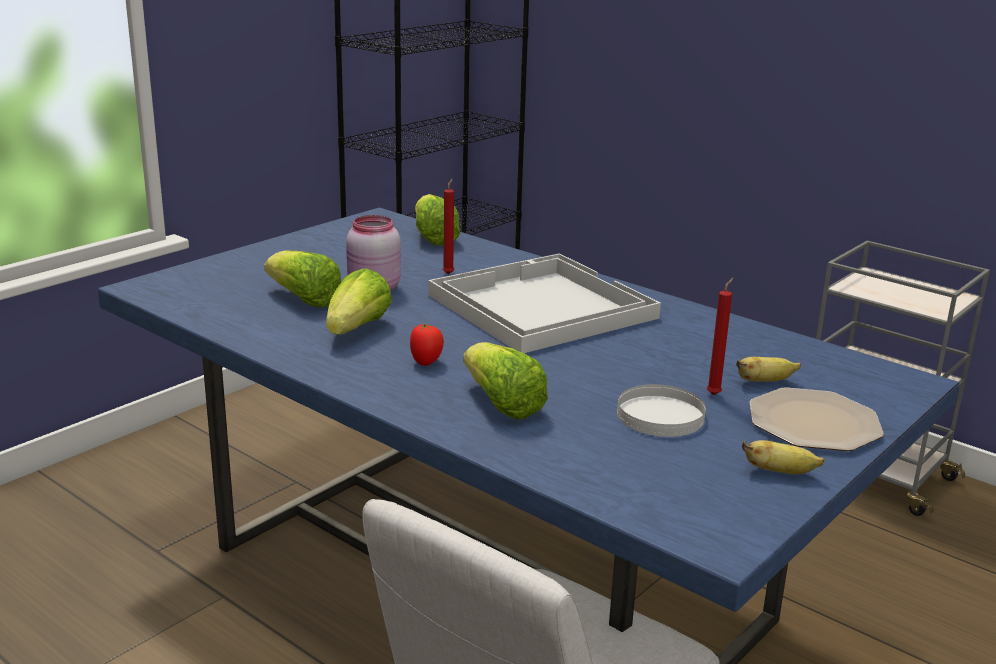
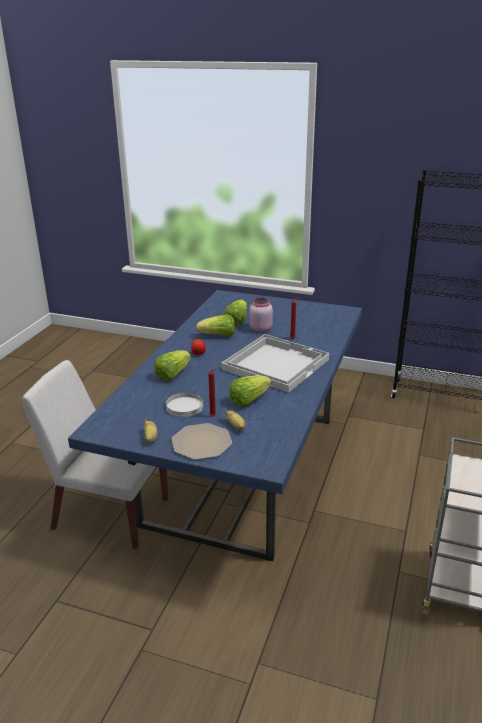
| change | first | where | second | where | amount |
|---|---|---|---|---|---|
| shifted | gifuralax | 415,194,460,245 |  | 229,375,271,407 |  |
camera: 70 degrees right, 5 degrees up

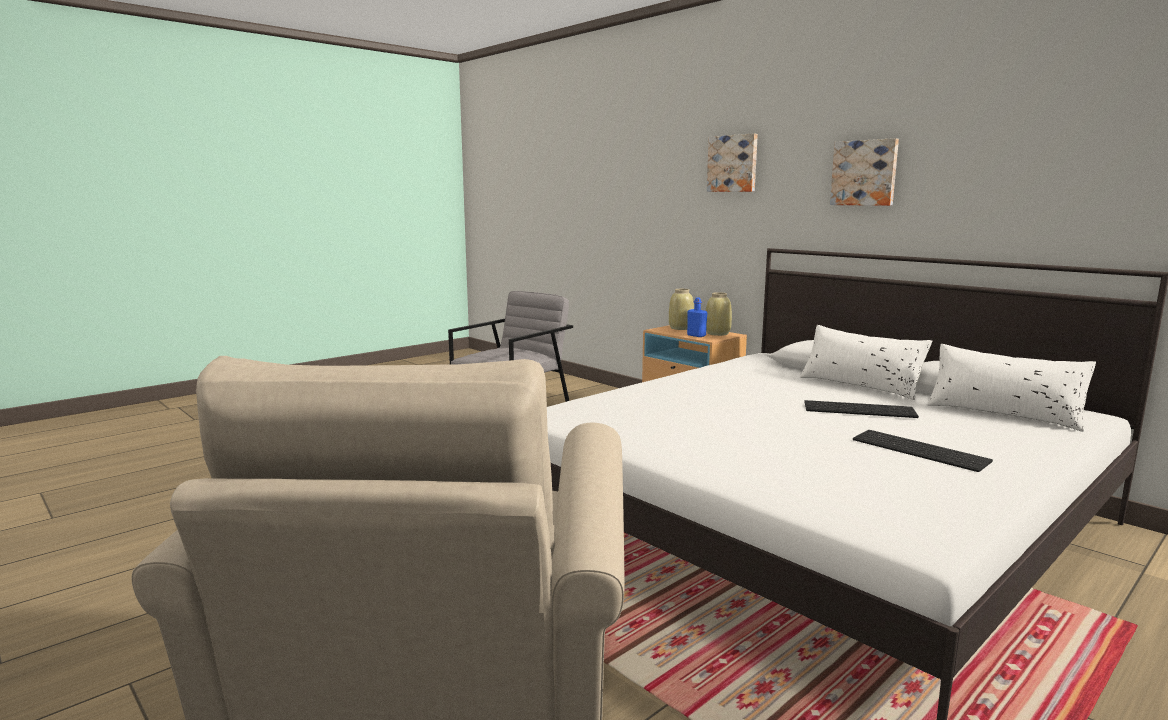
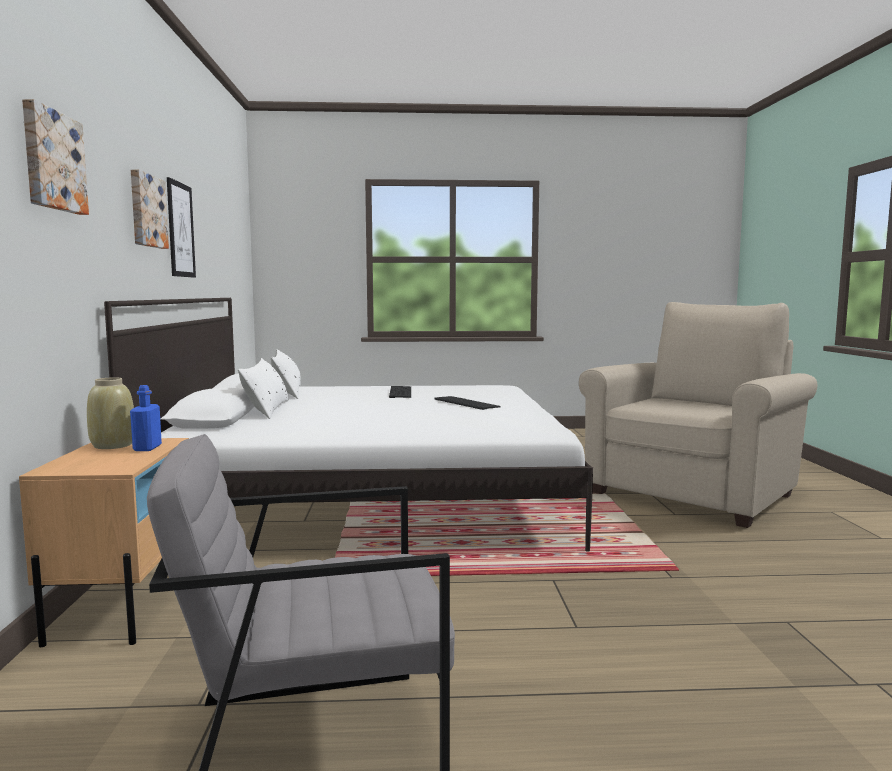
| change | first | where | second | where | amount |
|---|---|---|---|---|---|
| gone | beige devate | 669,289,694,330 |  |  |  |
| shifted | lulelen | 804,400,919,418 |  | 435,396,501,410 |  |
| new |  |  | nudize | 167,177,196,278 |  |
camera: 140 degrees left, 5 degrees down

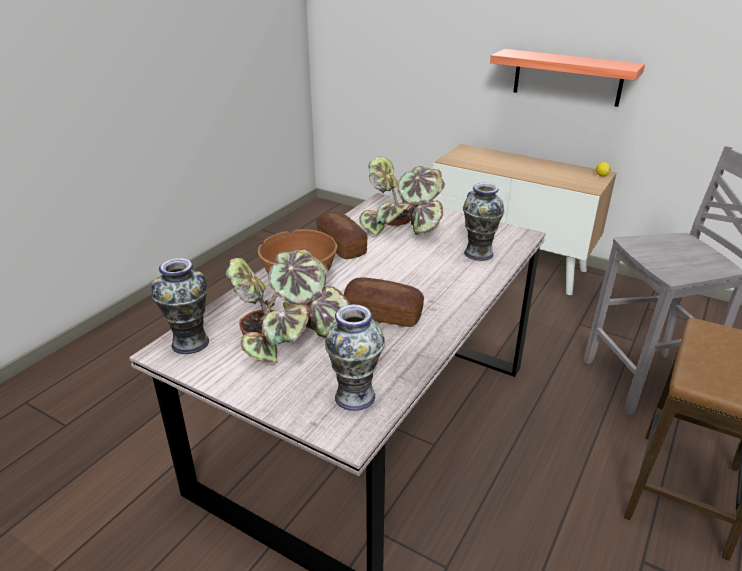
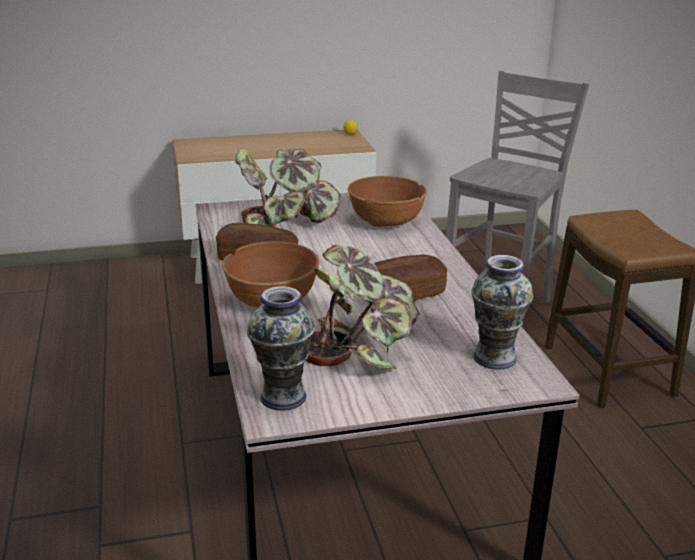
| change | first | where | second | where | amount |
|---|---|---|---|---|---|
| swapped | devate | 463,183,504,261 | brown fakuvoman | 348,176,427,227 |  |
| gone | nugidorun | 490,49,645,107 |  |  |  |
camera: 45 degrees left, 5 degrees down

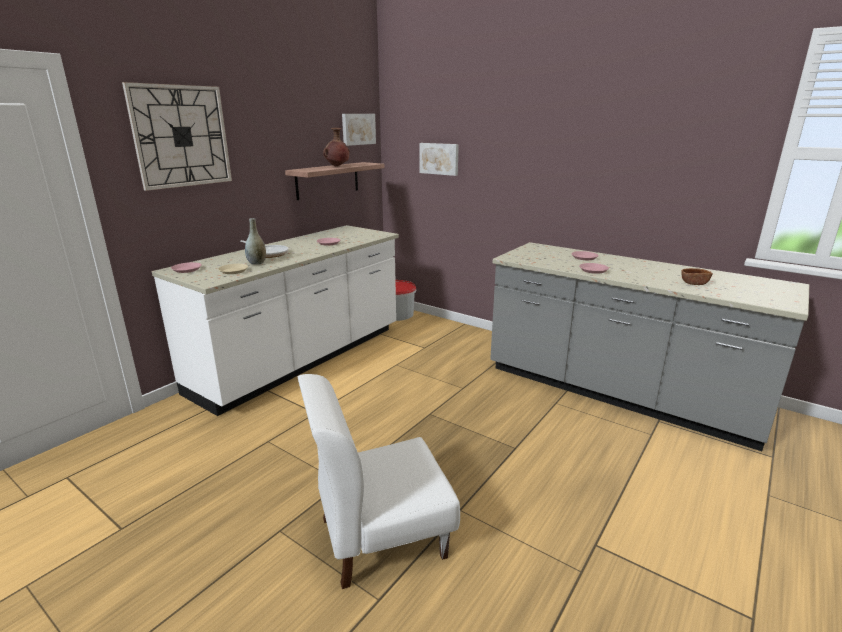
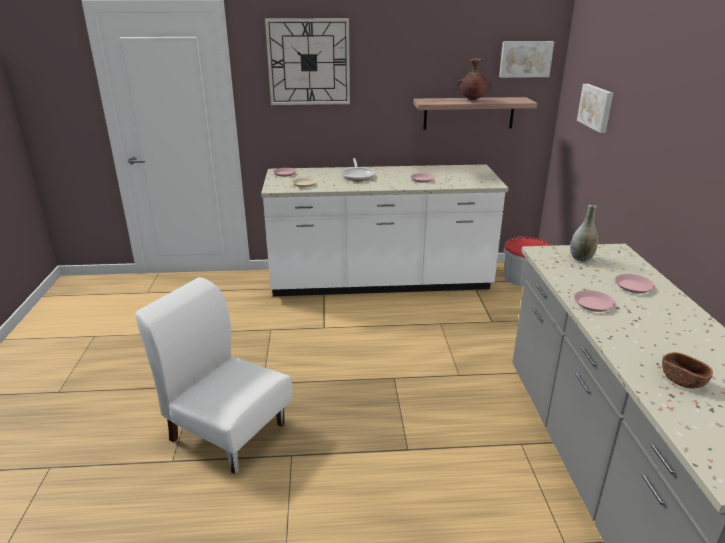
| change | first | where | second | where | amount |
|---|---|---|---|---|---|
| shifted | grey devate | 245,218,266,265 |  | 570,205,598,262 |  |
camera: 50 degrees right, 5 degrees up

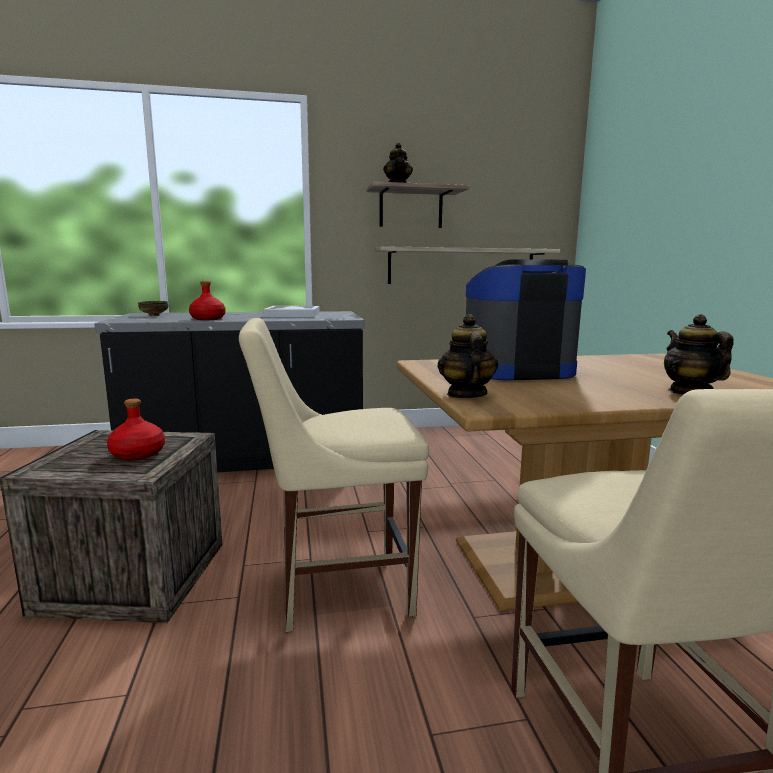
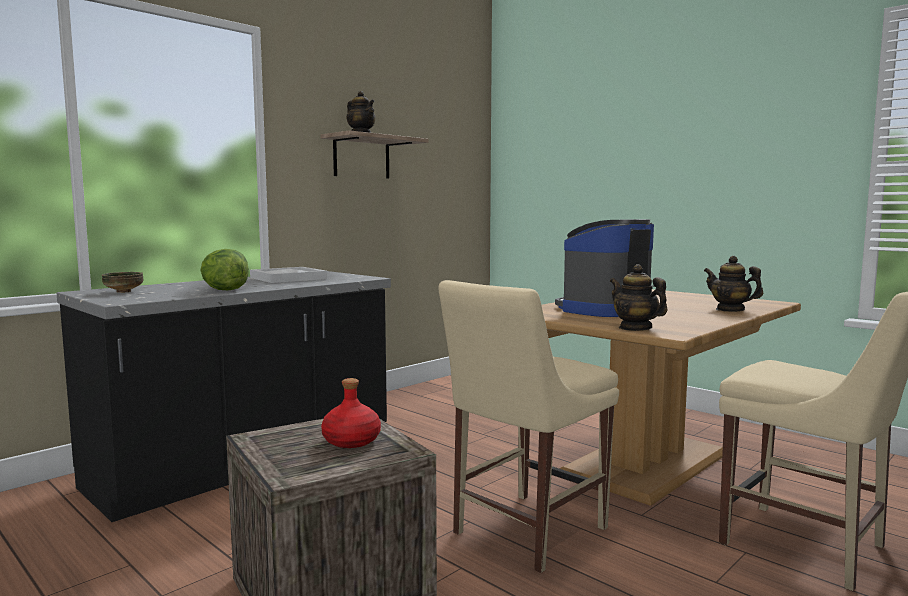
| change | first | where | second | where | amount |
|---|---|---|---|---|---|
| swapped | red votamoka | 189,281,225,320 | gifuralax | 201,249,249,290 |  |
| gone | nugidorun | 375,246,560,284 |  |  |  |
camera: 35 degrees left, 5 degrees down

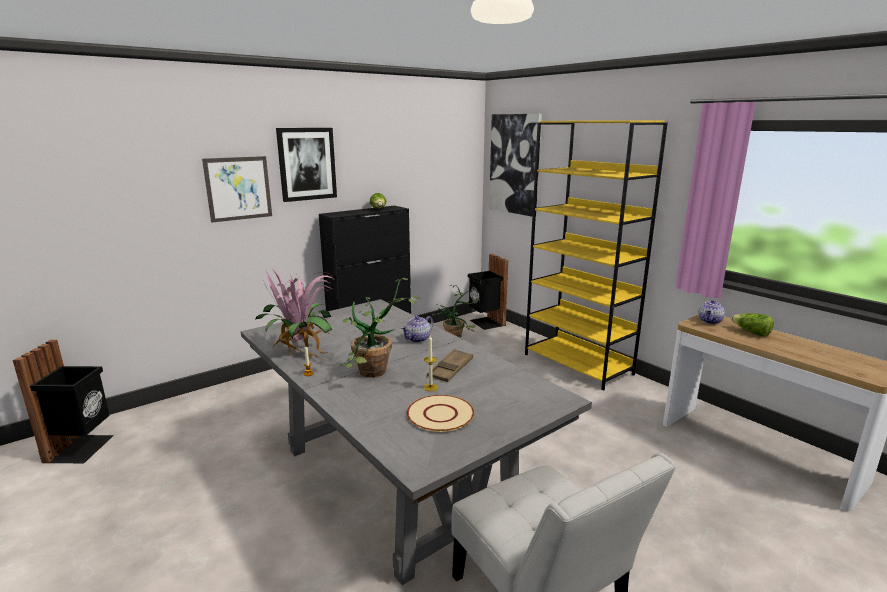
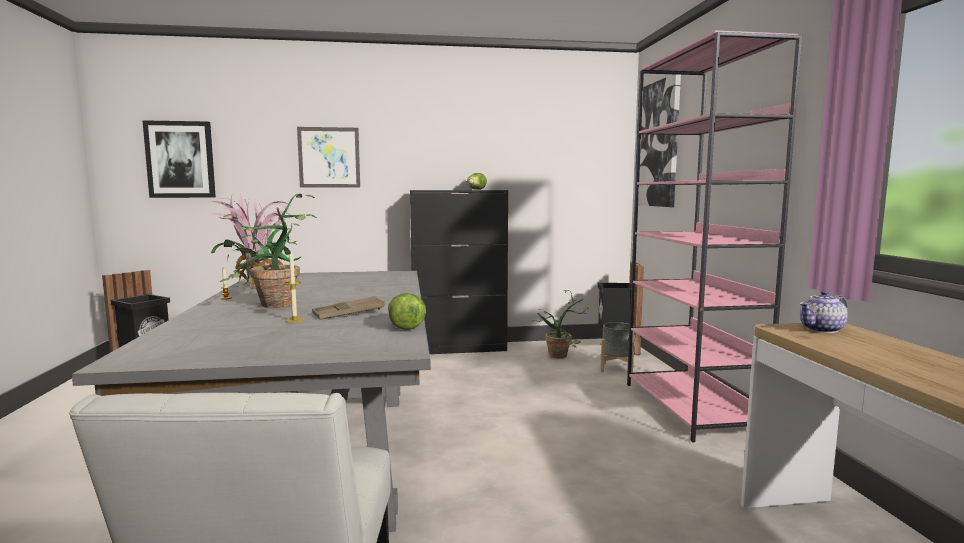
| change | first | where | second | where | amount |
|---|---|---|---|---|---|
| shifted | nudize | 276,128,337,202 |  | 143,120,216,198 |  |
| gone | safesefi | 401,316,433,343 |  |  |  |
| gone | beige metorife | 407,395,474,432 |  |  |  |
| repainted | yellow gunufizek | 525,120,668,391 | pink gunufizek | 627,30,802,442 |  |
| shifted | gifuralax | 731,313,774,337 |  | 388,293,426,330 |  |
| new |  |  | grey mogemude | 600,322,635,373 |  |
camera: 30 degrees right, 10 degrees down

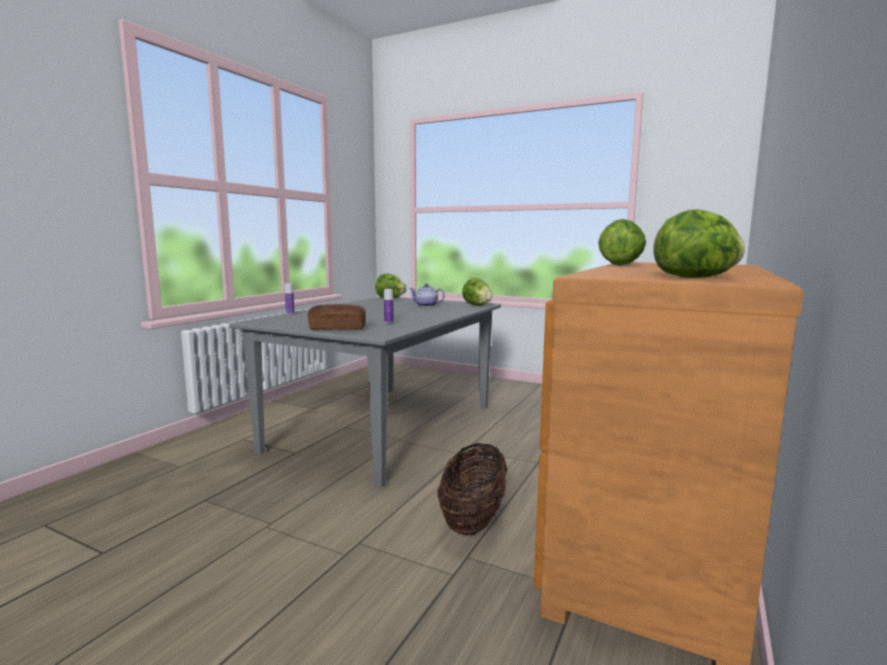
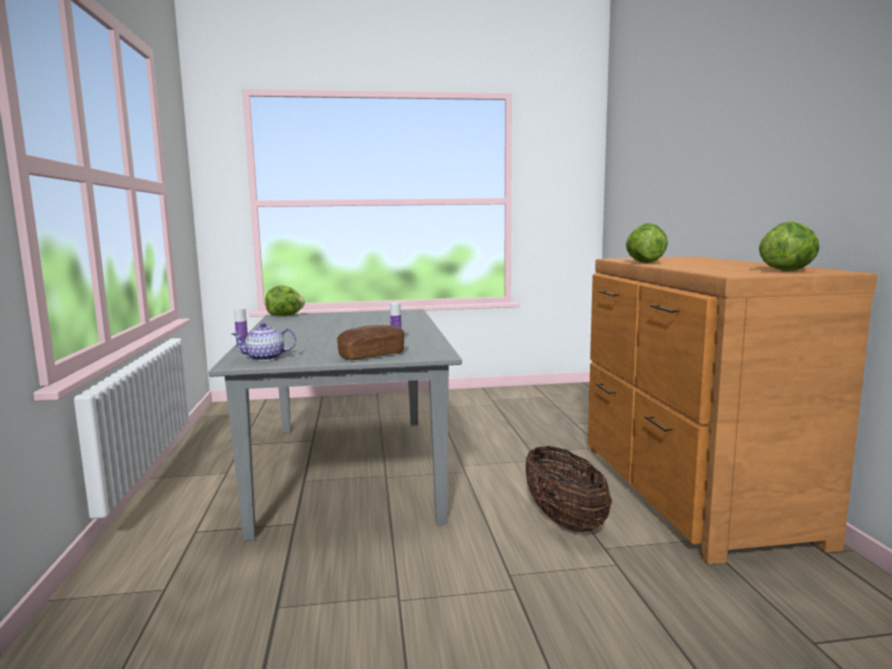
| change | first | where | second | where | amount |
|---|---|---|---|---|---|
| shifted | safesefi | 409,284,445,307 |  | 232,323,296,361 |  |
| gone | gifuralax | 462,278,493,306 |  |  |  |
camera: 35 degrees left, 0 degrees up

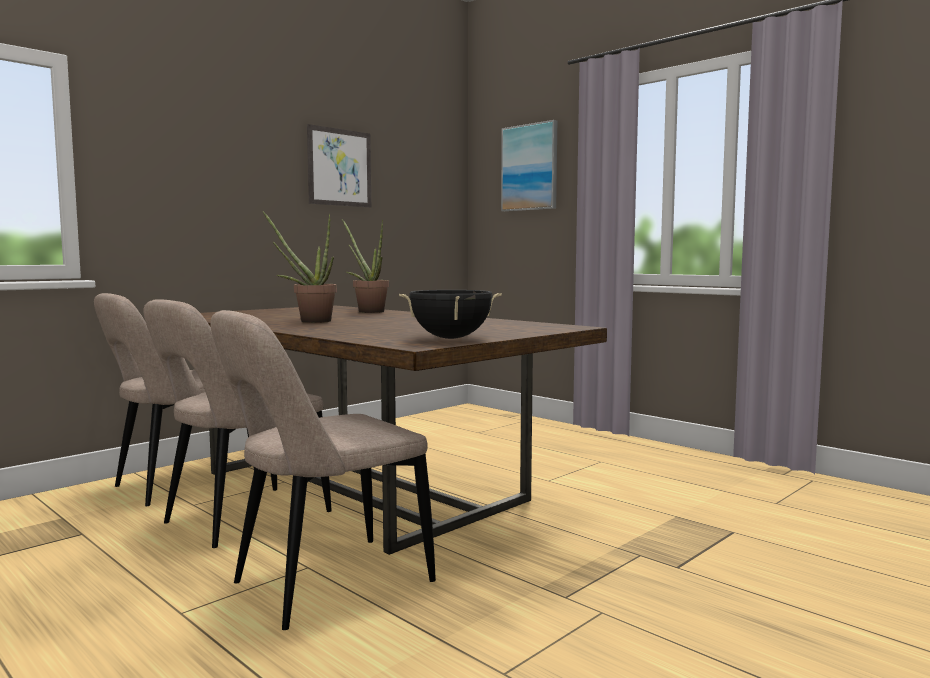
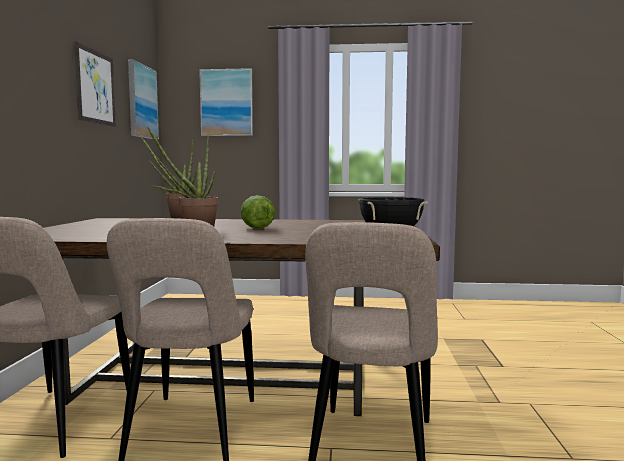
| change | first | where | second | where | amount |
|---|---|---|---|---|---|
| new |  |  | nudize | 128,59,159,139 |  |
| new |  |  | gifuralax | 241,195,275,229 |  |
camera: 40 degrees left, 0 degrees up

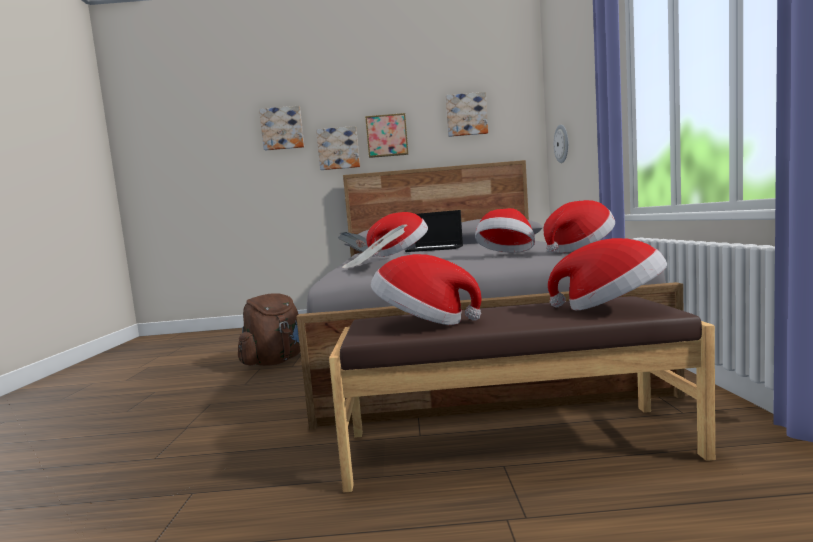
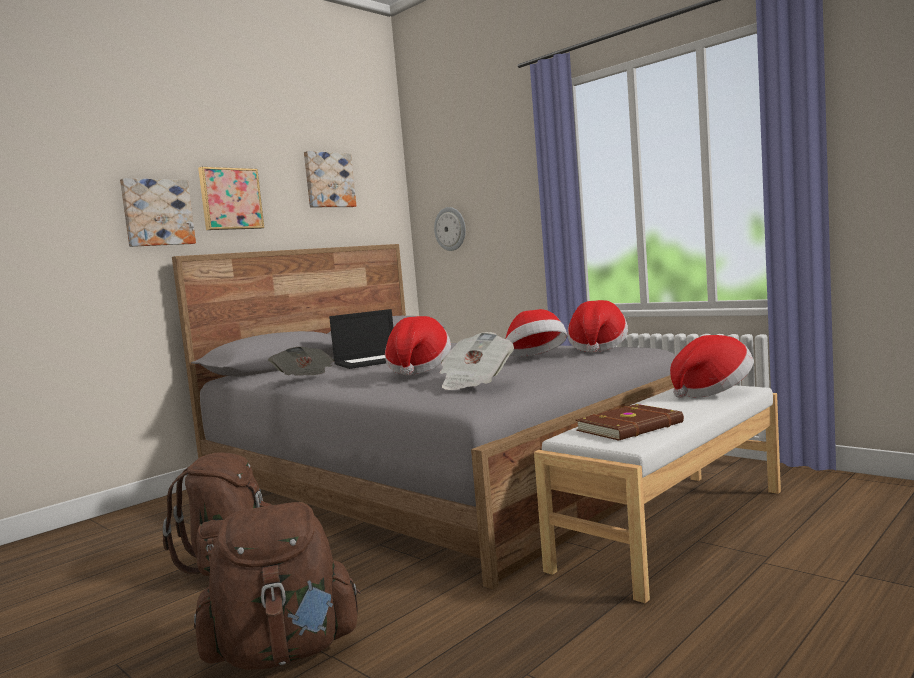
| change | first | where | second | where | amount |
|---|---|---|---|---|---|
| gone | nudize | 259,106,304,151 |  |  |  |
| repainted | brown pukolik | 329,296,715,493 | white pukolik | 534,385,781,603 |  |
| swapped | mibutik | 371,254,482,325 | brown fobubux | 576,404,684,441 |  |
| new |  |  | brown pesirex | 194,502,361,670 |  |
camera: 45 degrees left, 0 degrees up

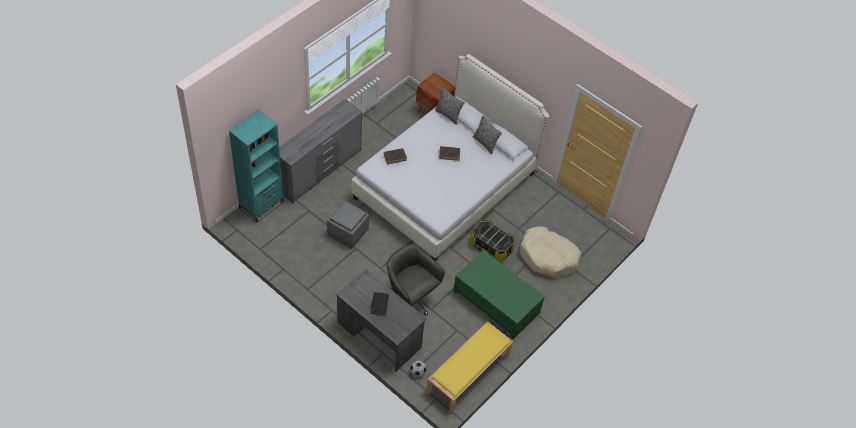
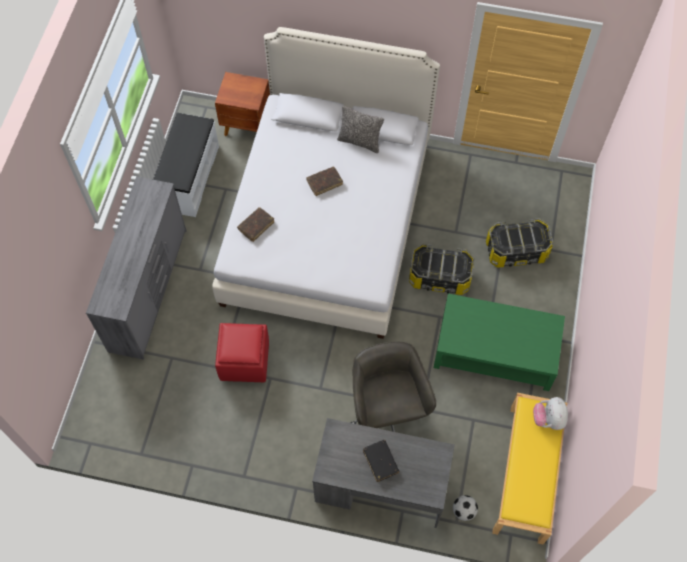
| change | first | where | second | where | amount |
|---|---|---|---|---|---|
| gone | turquoise gunufizek | 229,110,284,223 |  |  |  |
| repainted | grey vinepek | 327,201,369,249 | red vinepek | 215,323,269,382 |  |
| rotated | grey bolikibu | 386,244,445,316 |  | 350,341,436,432 | 60 degrees clockwise |
| gone | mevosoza | 435,88,465,125 |  |  |  |
| swapped | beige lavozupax | 520,226,581,278 | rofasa | 486,218,553,268 |  |
| new |  |  | white pukolik | 153,113,219,217 |  |
| new |  |  | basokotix | 533,397,568,430 |  |
camera: 25 degrees left, 10 degrees up

